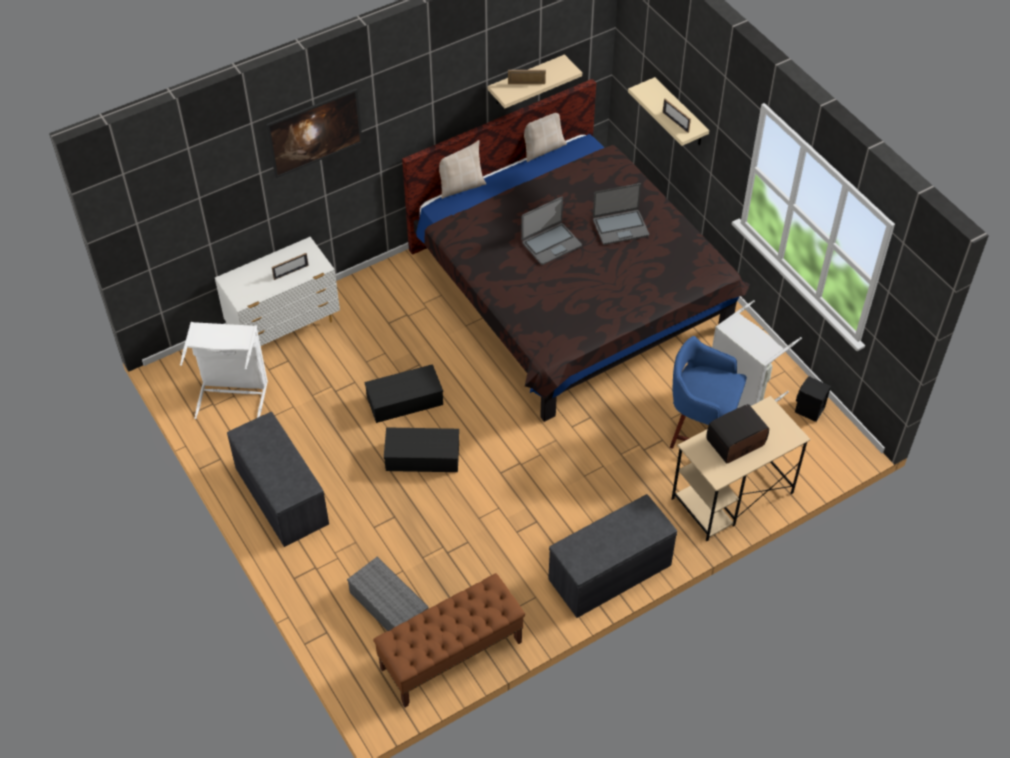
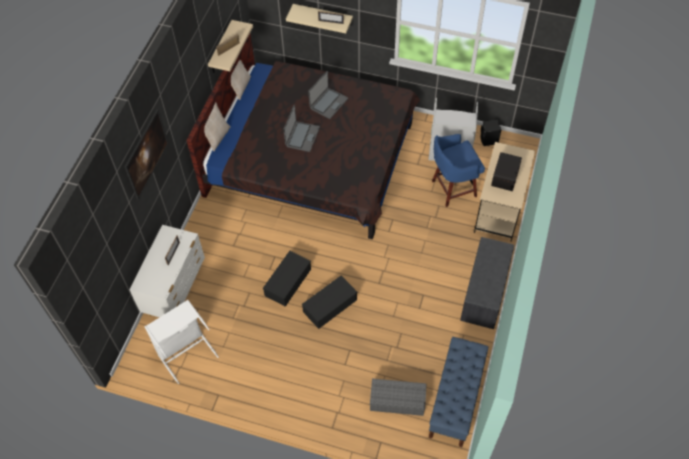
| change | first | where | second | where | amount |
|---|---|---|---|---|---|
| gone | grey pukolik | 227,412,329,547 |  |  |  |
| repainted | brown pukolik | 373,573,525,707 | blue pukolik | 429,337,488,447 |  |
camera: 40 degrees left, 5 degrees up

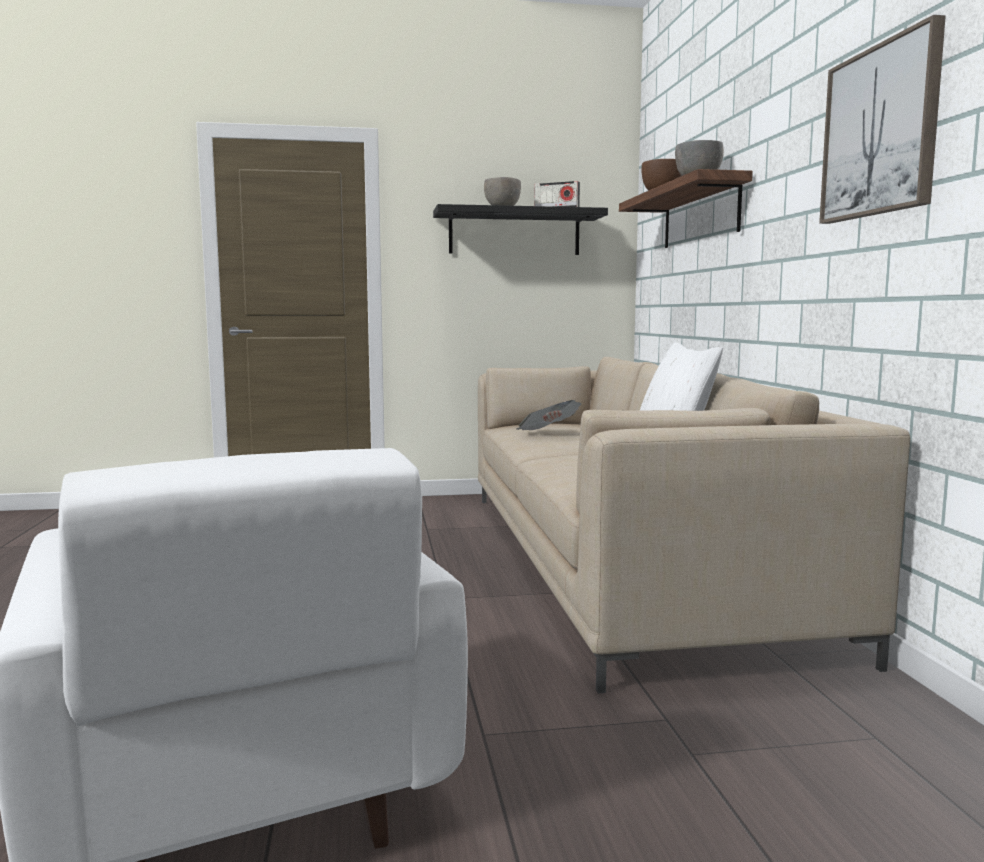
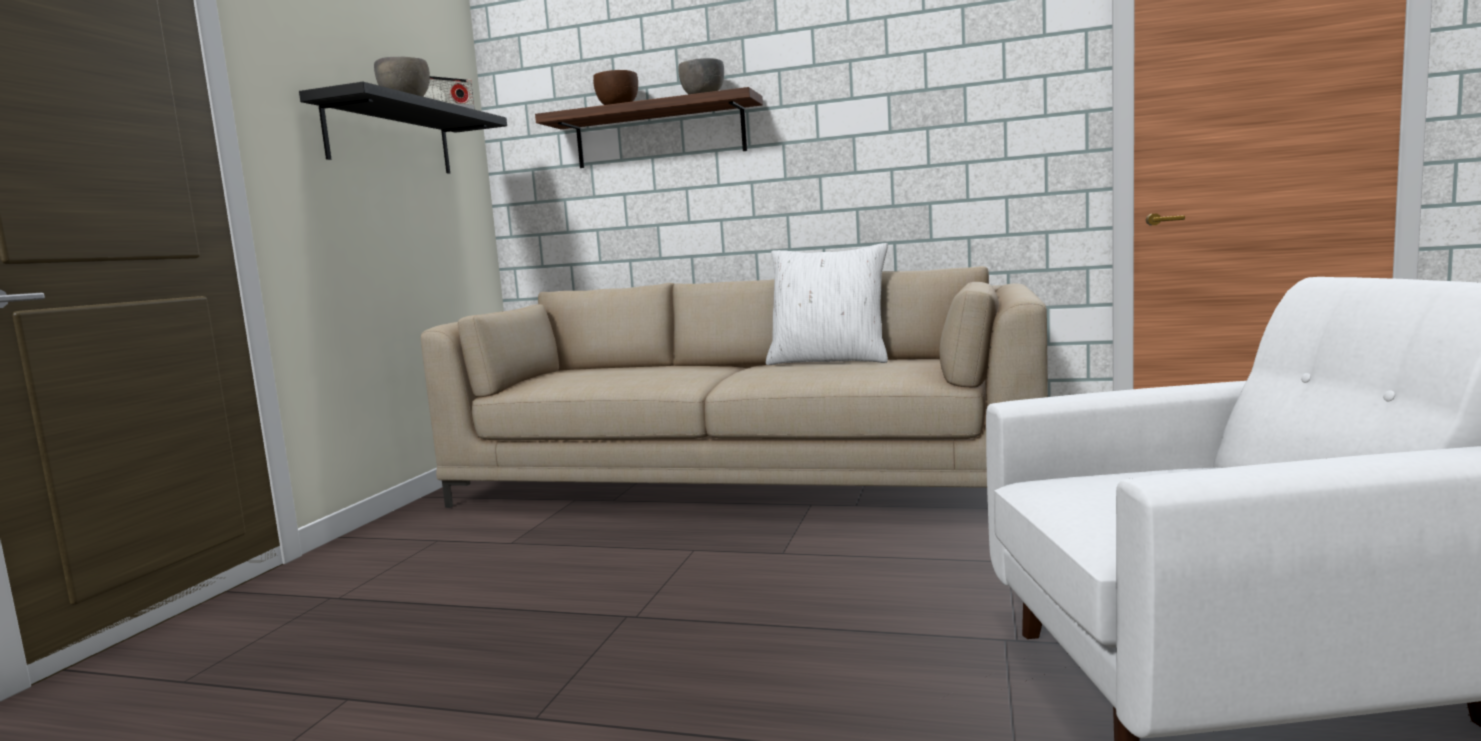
| change | first | where | second | where | amount |
|---|---|---|---|---|---|
| gone | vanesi | 517,400,581,430 |  |  |  |
| gone | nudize | 819,15,946,224 |  |  |  |
camera: 65 degrees left, 0 degrees up

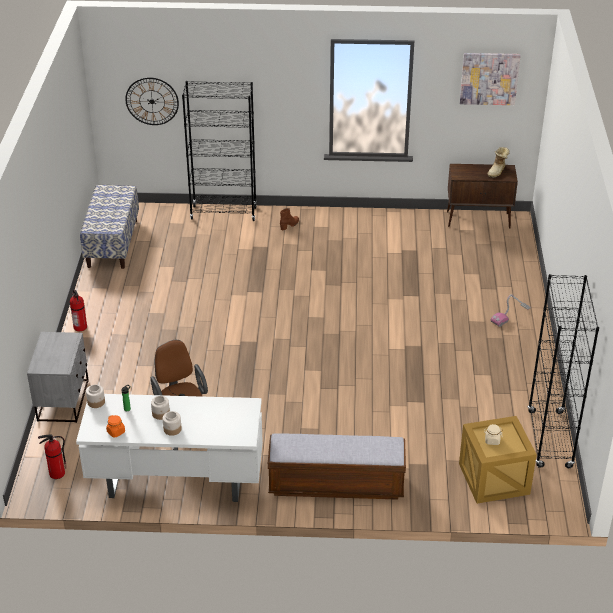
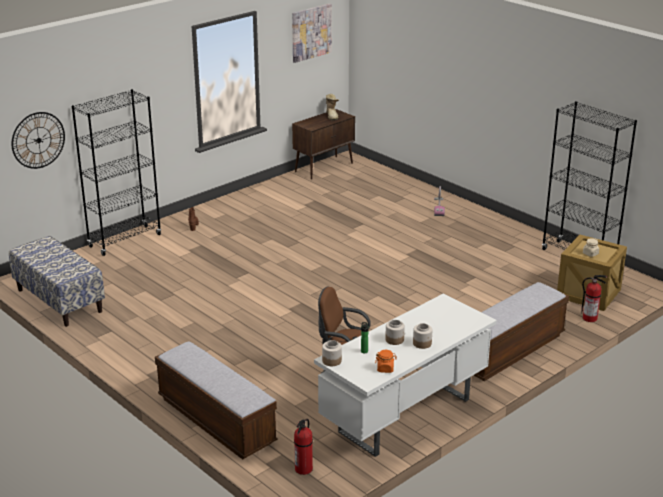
| change | first | where | second | where | amount |
|---|---|---|---|---|---|
| swapped | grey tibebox | 27,332,88,423 | pukolik | 155,341,278,459 |  |
| shifted | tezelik | 70,290,87,331 |  | 581,275,607,322 |  |
camera: 45 degrees left, 10 degrees down

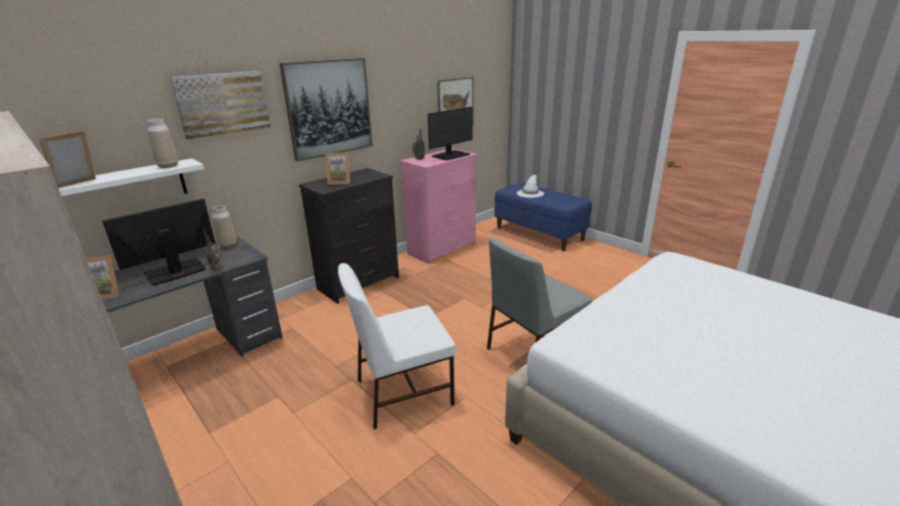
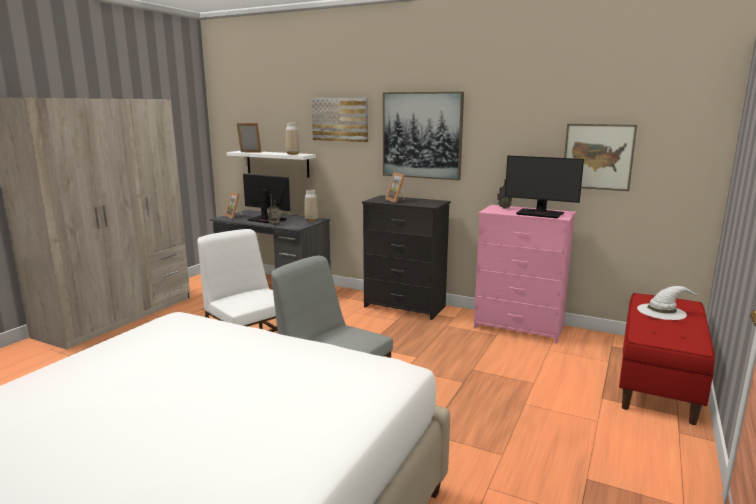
| change | first | where | second | where | amount |
|---|---|---|---|---|---|
| repainted | blue pukolik | 494,183,592,251 | red pukolik | 619,293,715,425 |  |
camera: 70 degrees right, 10 degrees down

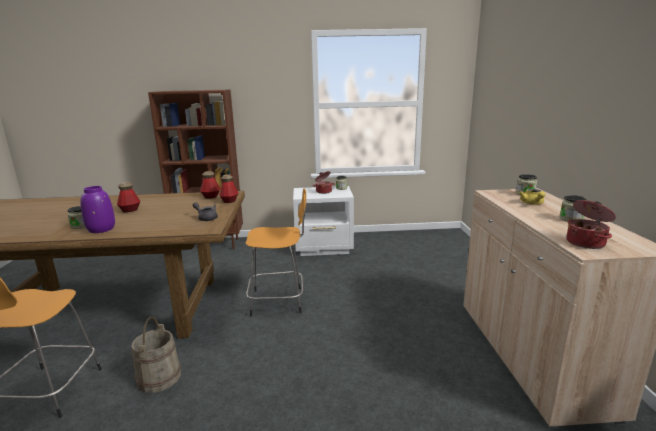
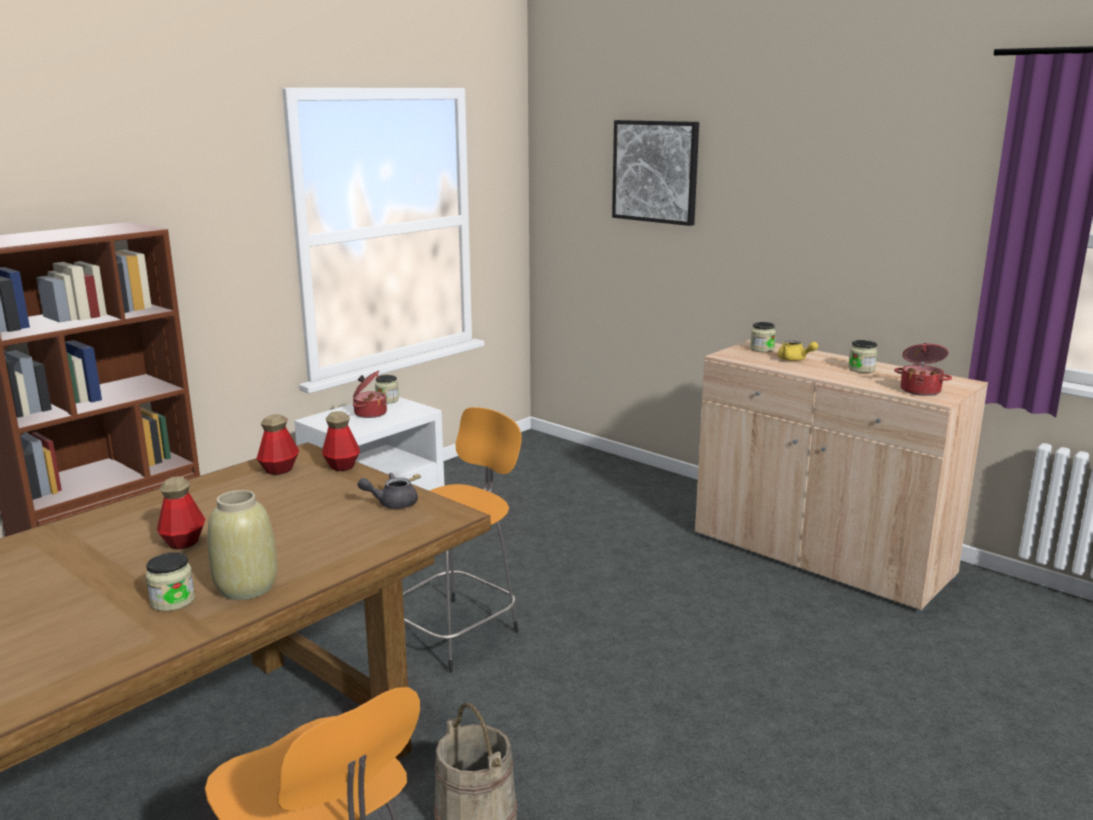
| change | first | where | second | where | amount |
|---|---|---|---|---|---|
| repainted | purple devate | 80,186,115,233 | beige devate | 207,490,277,600 |  |
| new |  |  | nudize | 612,120,699,226 |  |
camera: 45 degrees left, 0 degrees up

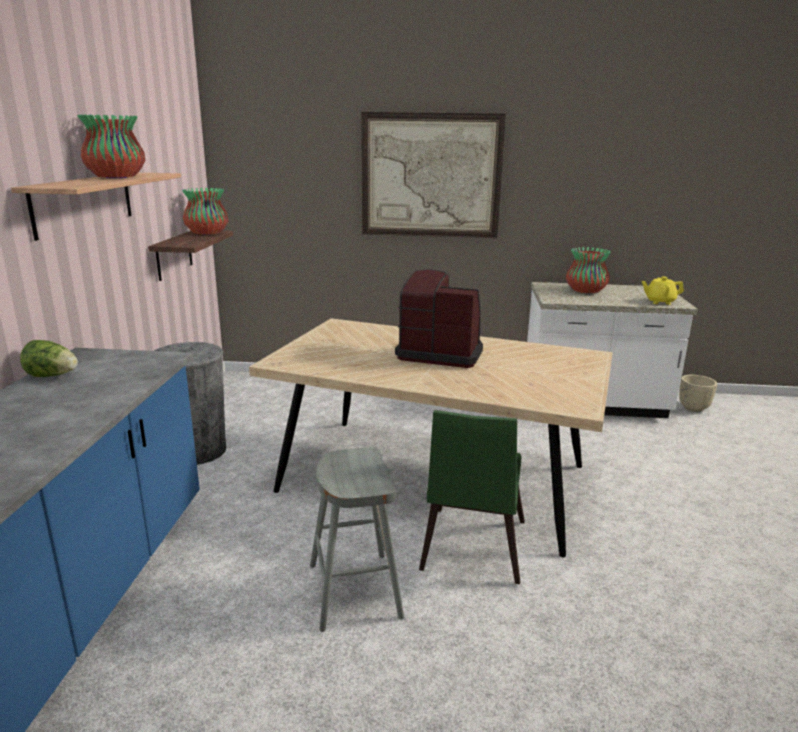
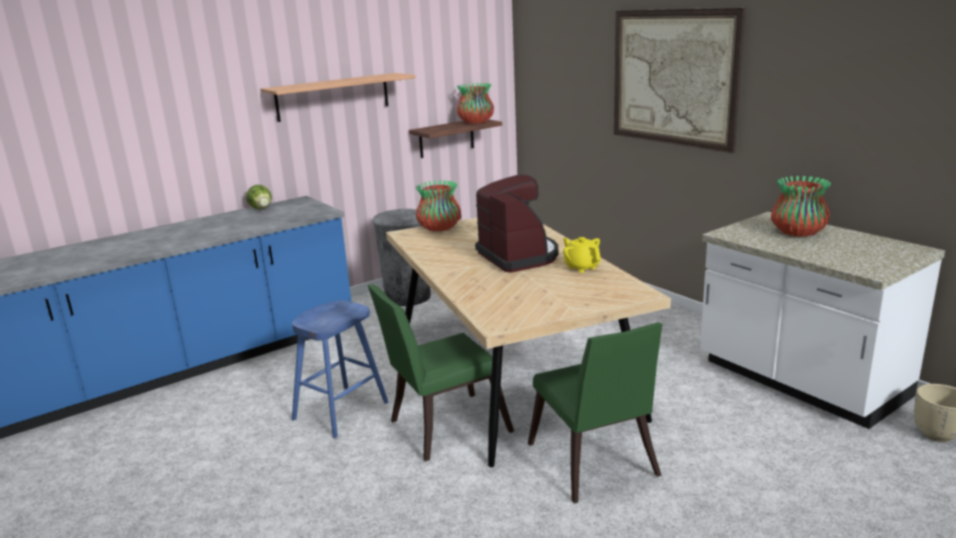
| change | first | where | second | where | amount |
|---|---|---|---|---|---|
| shifted | devate | 77,115,146,178 |  | 416,180,461,232 |  |
| repainted | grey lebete | 310,447,404,632 | blue lebete | 292,300,389,438 |  |
| shifted | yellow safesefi | 642,277,684,305 |  | 563,237,601,273 |  |
| new |  |  | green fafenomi | 528,322,663,504 |  |
camera: 50 degrees right, 0 degrees up

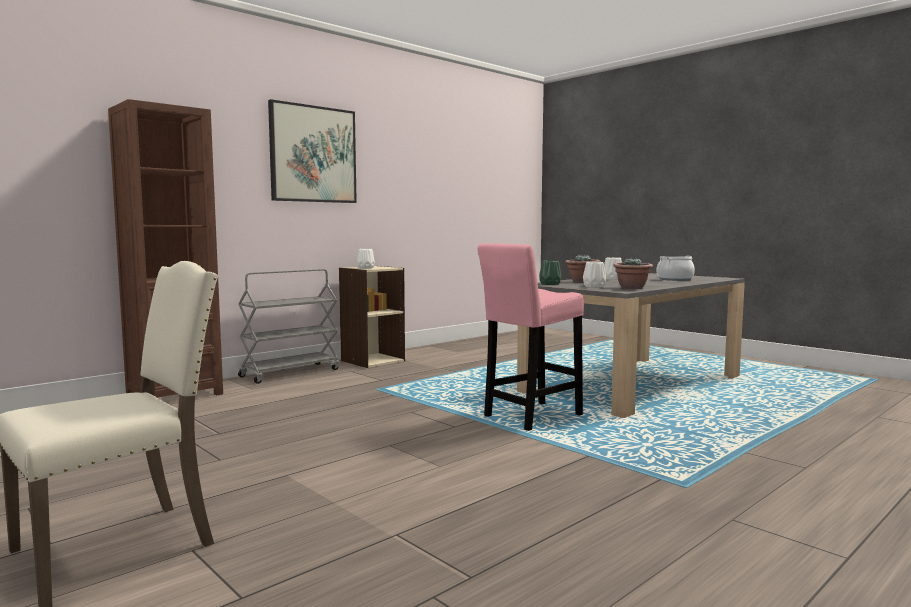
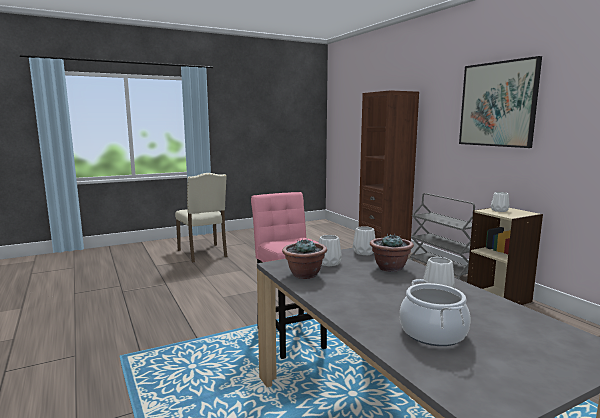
| change | first | where | second | where | amount |
|---|---|---|---|---|---|
| repainted | green devate | 539,260,562,285 | white devate | 353,226,376,255 |  |
camera: 105 degrees right, 5 degrees up

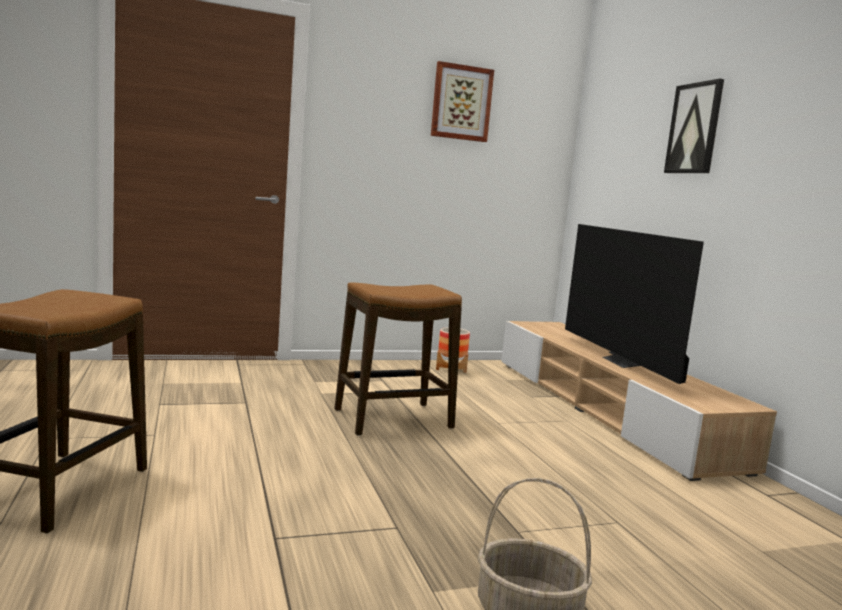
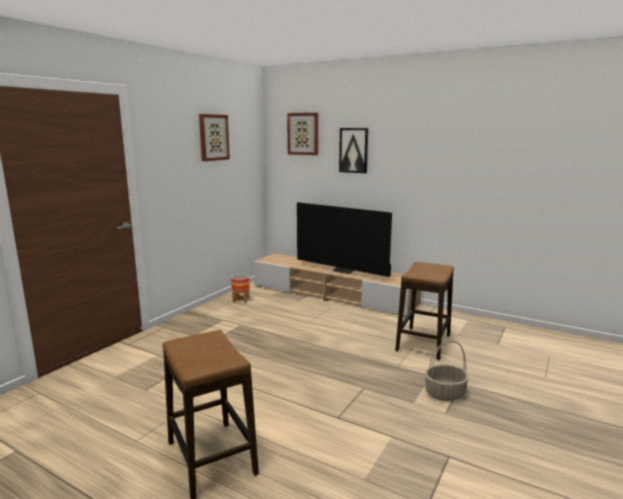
| change | first | where | second | where | amount |
|---|---|---|---|---|---|
| shifted | lebete | 335,283,462,436 |  | 395,262,454,360 |  |
| new |  |  | nudize | 287,113,318,155 |  |
camera: 40 degrees left, 5 degrees up

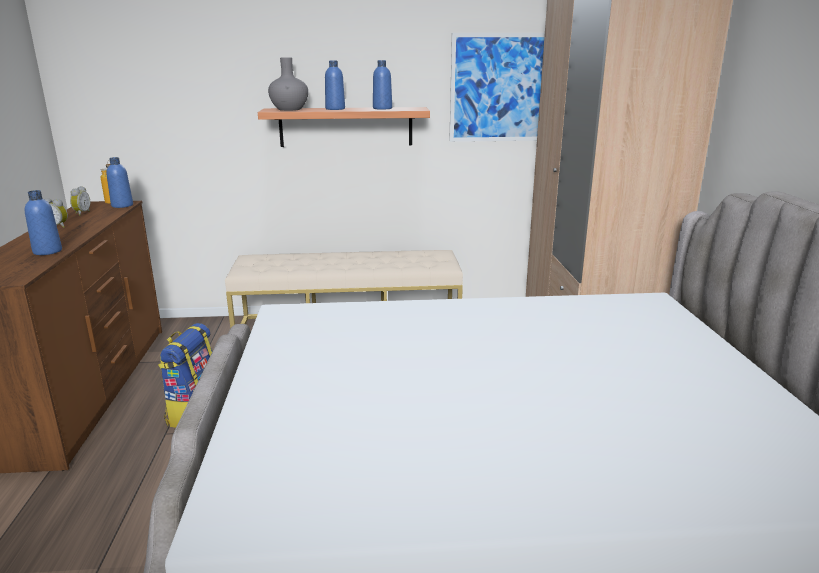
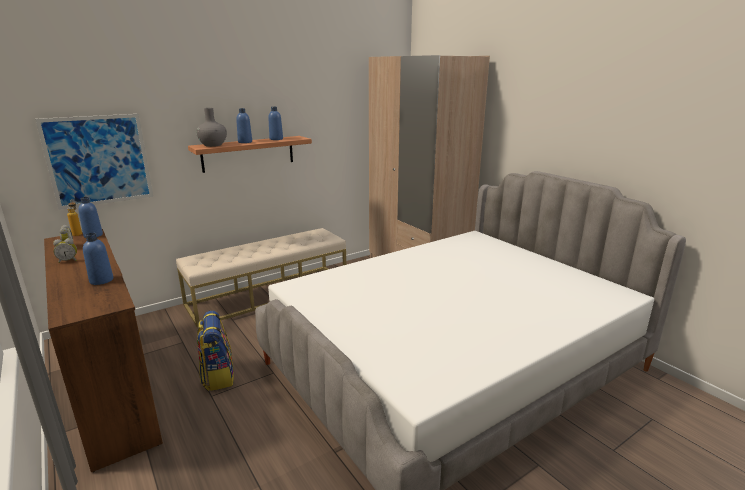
| change | first | where | second | where | amount |
|---|---|---|---|---|---|
| shifted | nudize | 449,33,545,142 |  | 35,114,153,210 |  |
camera: 30 degrees left, 0 degrees up

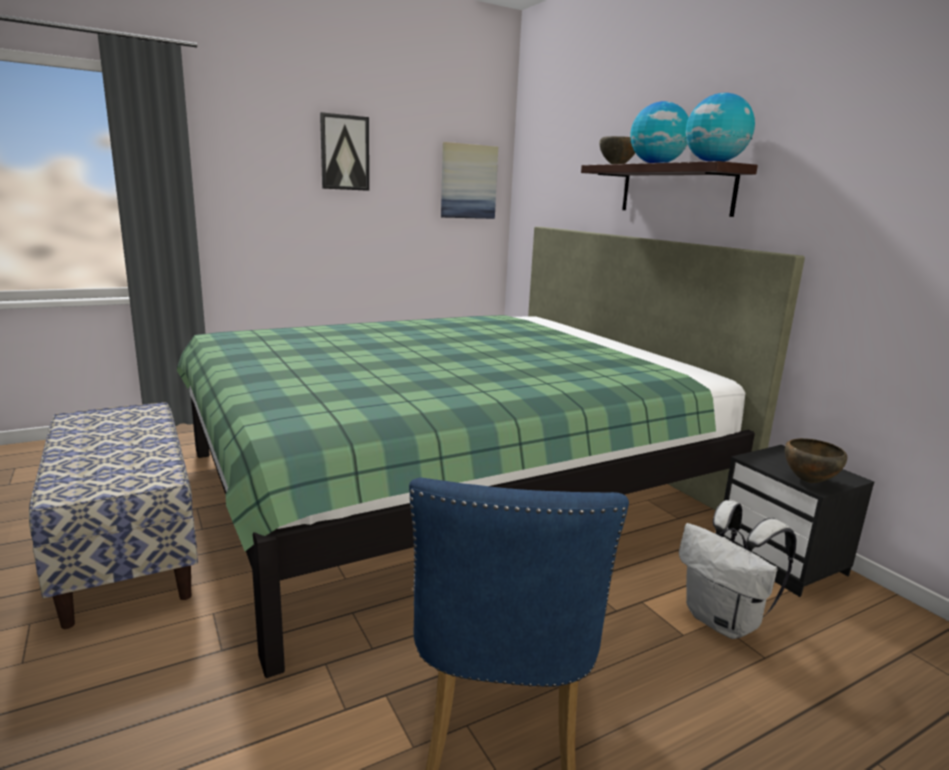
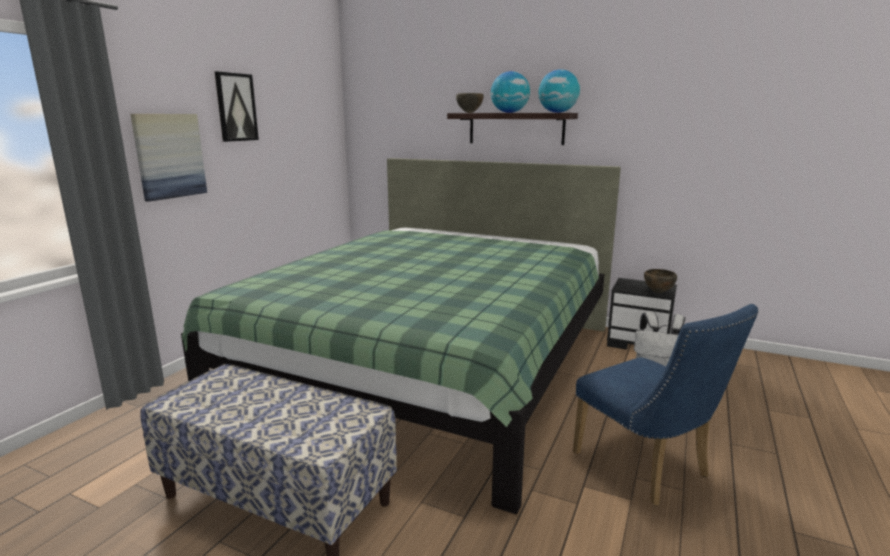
| change | first | where | second | where | amount |
|---|---|---|---|---|---|
| shifted | nudize | 441,142,498,219 |  | 131,114,207,202 |  |
camera: 35 degrees left, 0 degrees up

